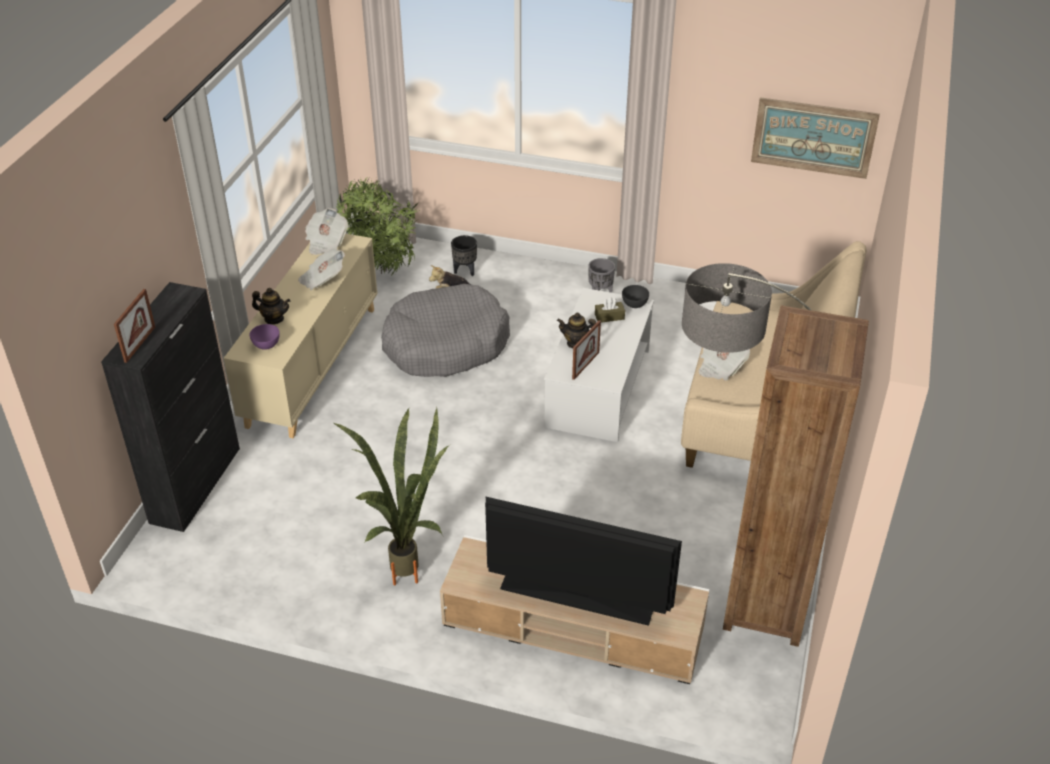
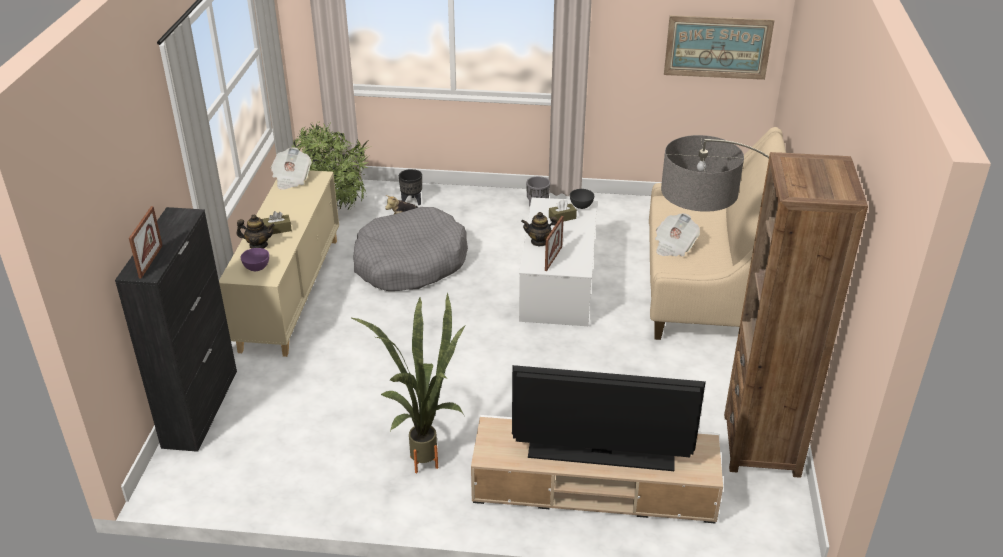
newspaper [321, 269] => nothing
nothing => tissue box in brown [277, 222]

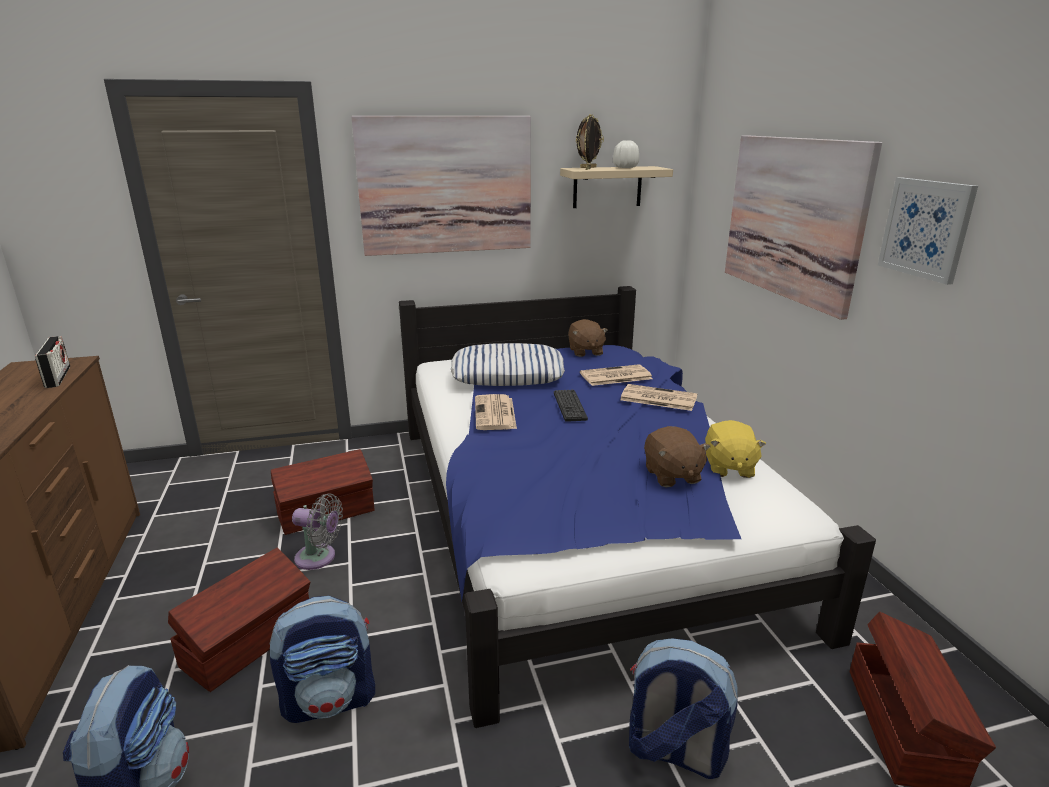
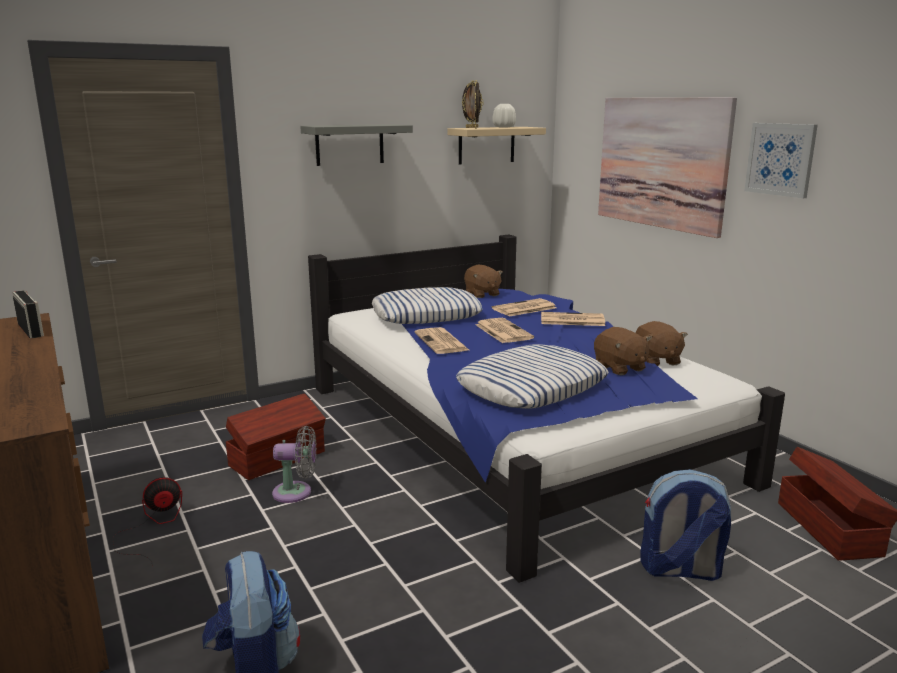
storage box in brown [239, 620] => nothing
backpack [322, 659] => nothing
picture [441, 186] => shelf in grey [356, 145]
keyboard [571, 406] => newspaper [504, 330]
plush toy in yellow [735, 449] => plush toy in brown [662, 343]
nothing => fan [147, 521]
nothing => pillow [532, 376]

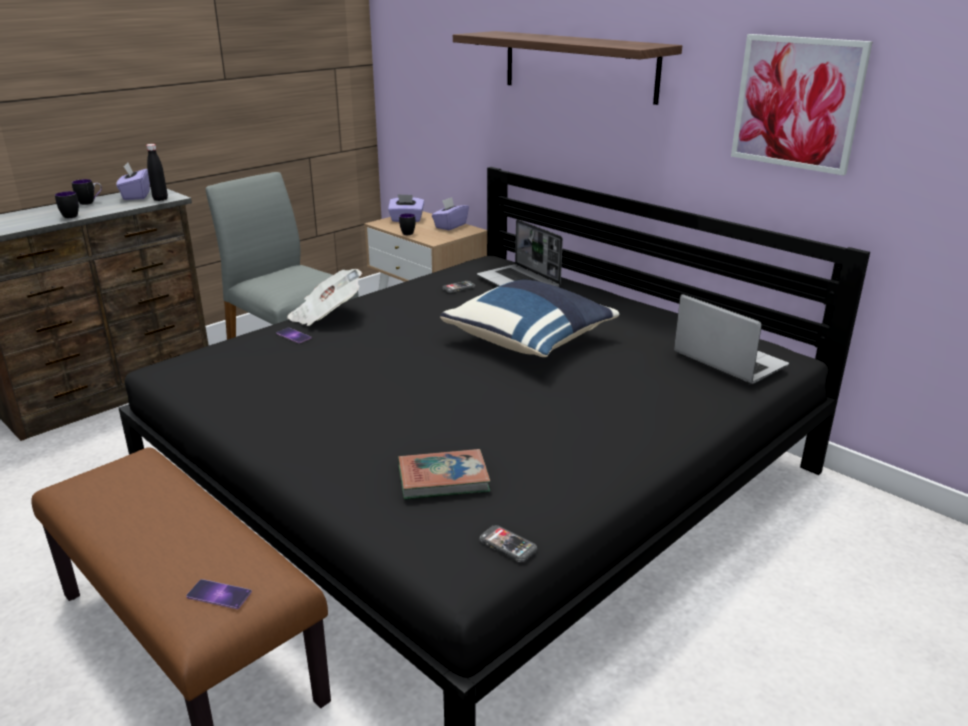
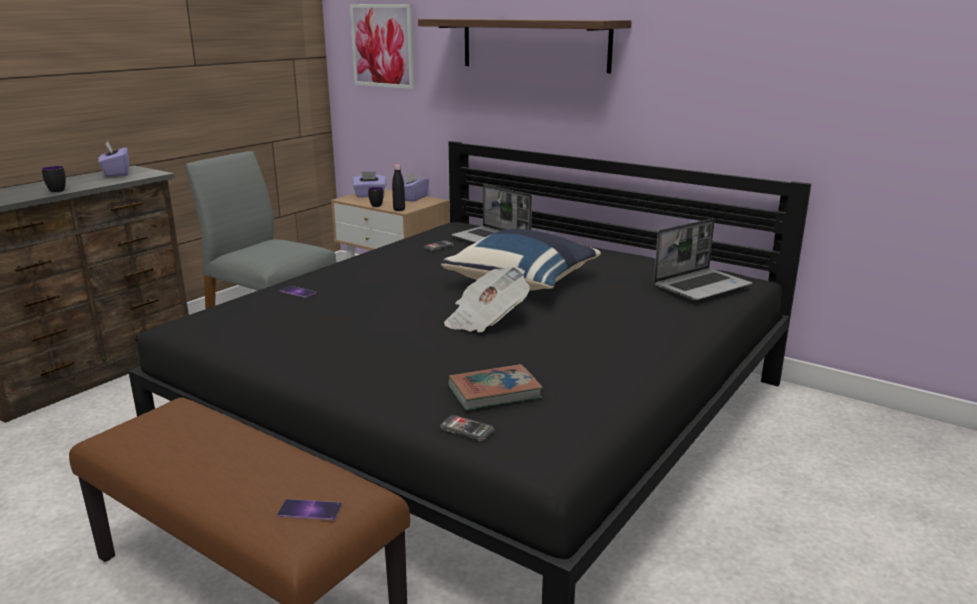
mug [87, 192] => nothing
bottle in black [157, 172] => bottle in black [398, 187], moved
newspaper [324, 297] => newspaper [487, 300], moved
phone [508, 543] => phone [467, 428], moved
laptop [731, 339] => laptop [702, 259], 105 degrees clockwise
picture [802, 105] => picture [382, 46], moved

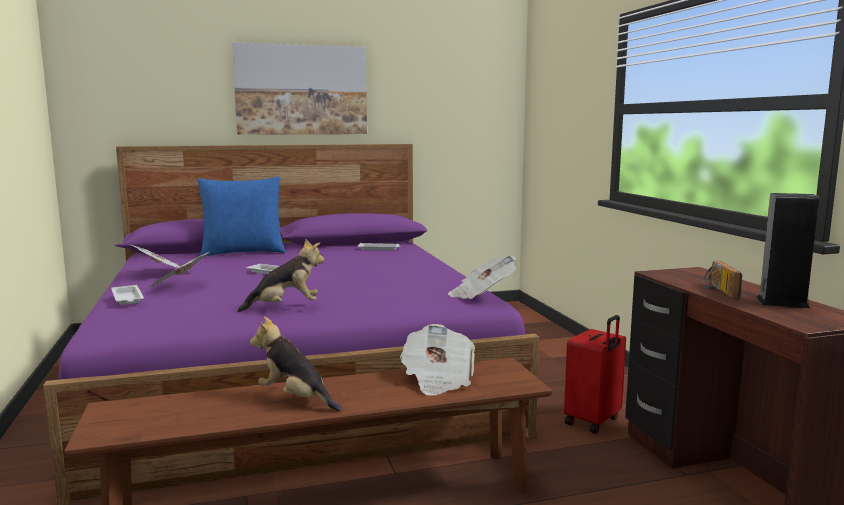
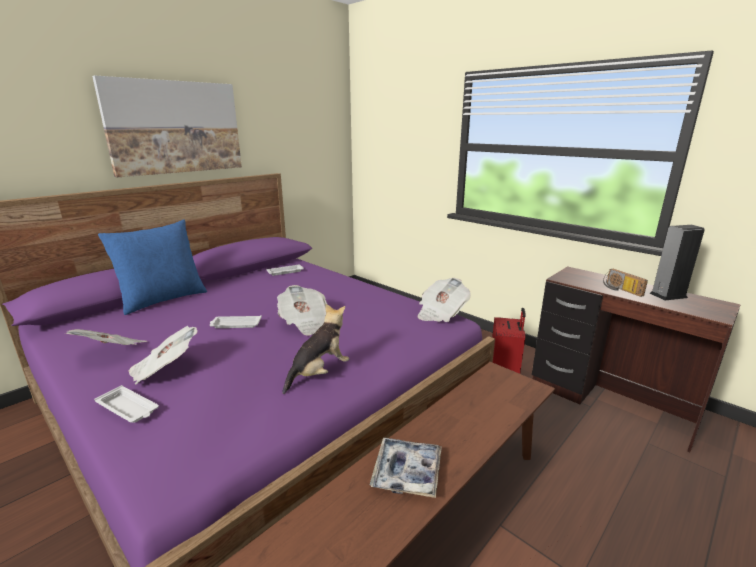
plush toy [296, 363] => tray [406, 468]
newspaper [437, 360] => newspaper [302, 310], moved

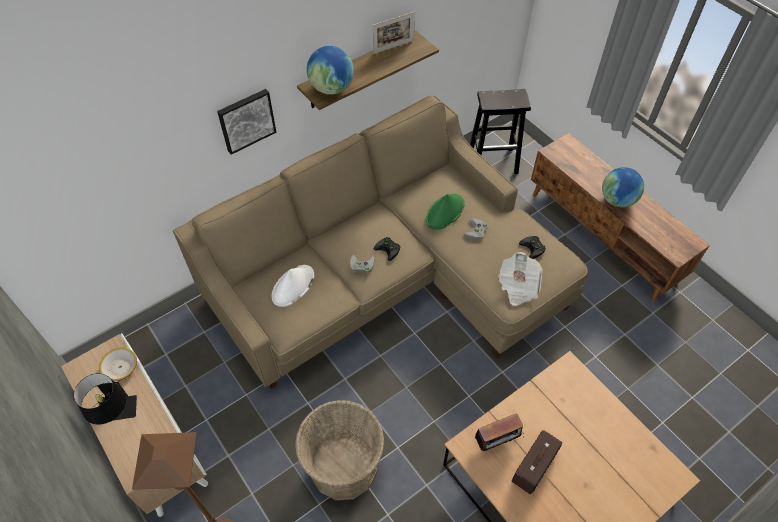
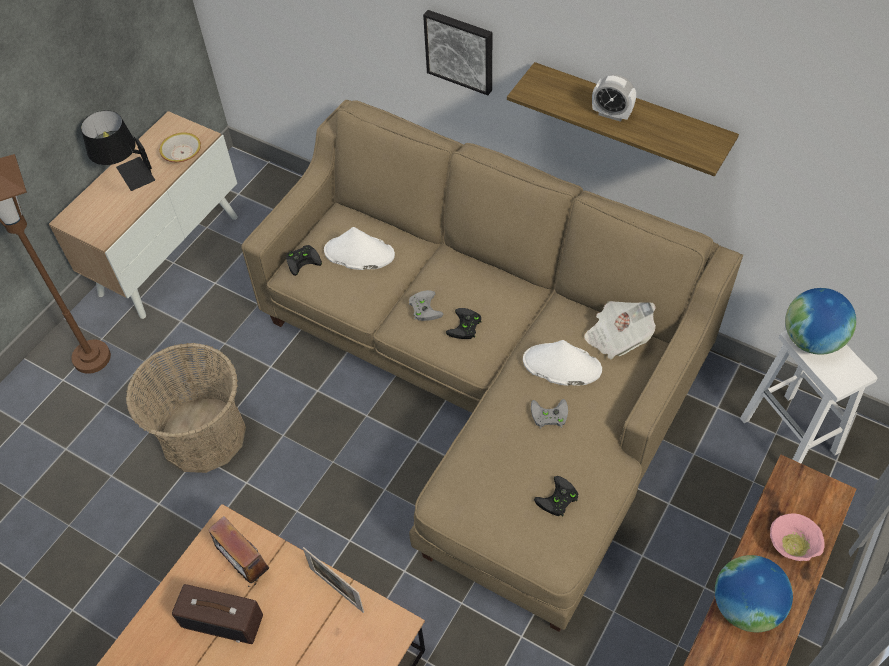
globe [330, 70] => globe [820, 321], moved
picture frame [393, 33] => picture frame [333, 580], moved
hat in green [445, 212] => hat in white [562, 363]
stool in black [500, 131] => stool in white [809, 397]
newspaper [520, 279] => newspaper [620, 330], moved
nothing => game controller in black [304, 260]
nothing => alarm clock [614, 98]
nothing => bowl in pink [797, 537]

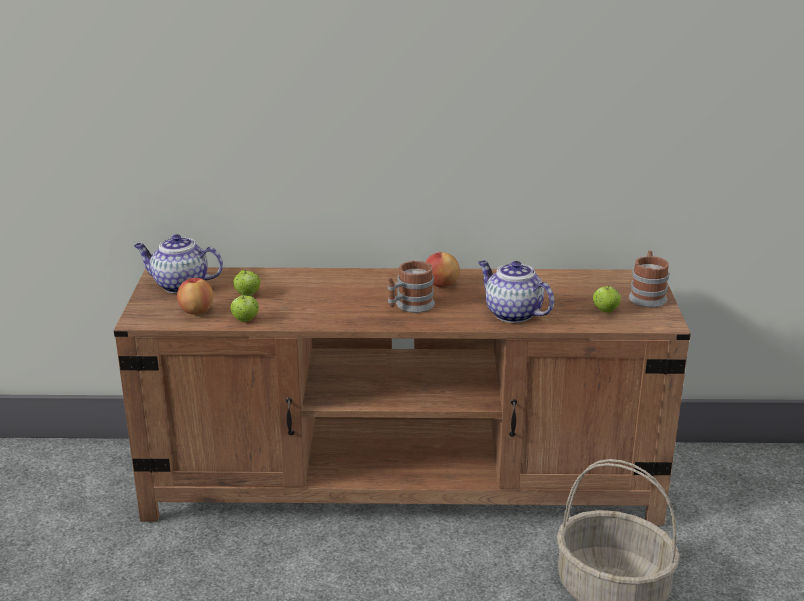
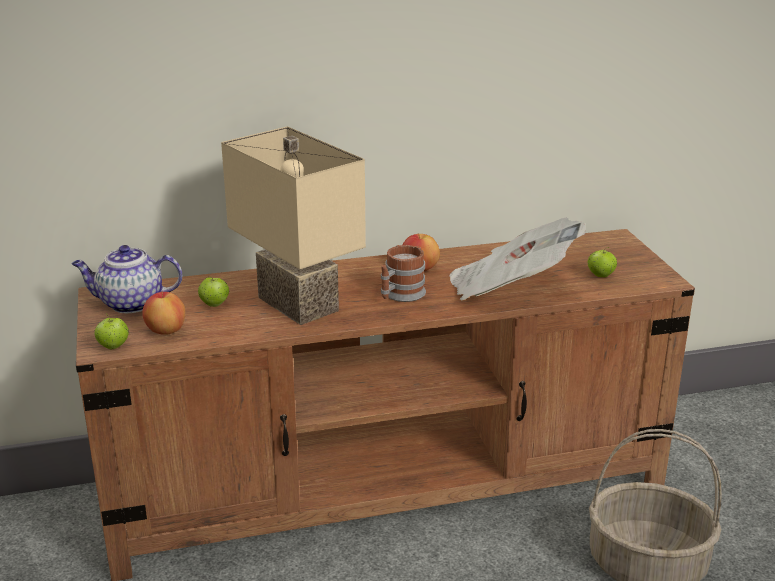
apple [244, 306] => apple [111, 331], moved
teapot [516, 291] => newspaper [517, 259]
mug [649, 279] => nothing
nothing => table lamp in beige [293, 225]

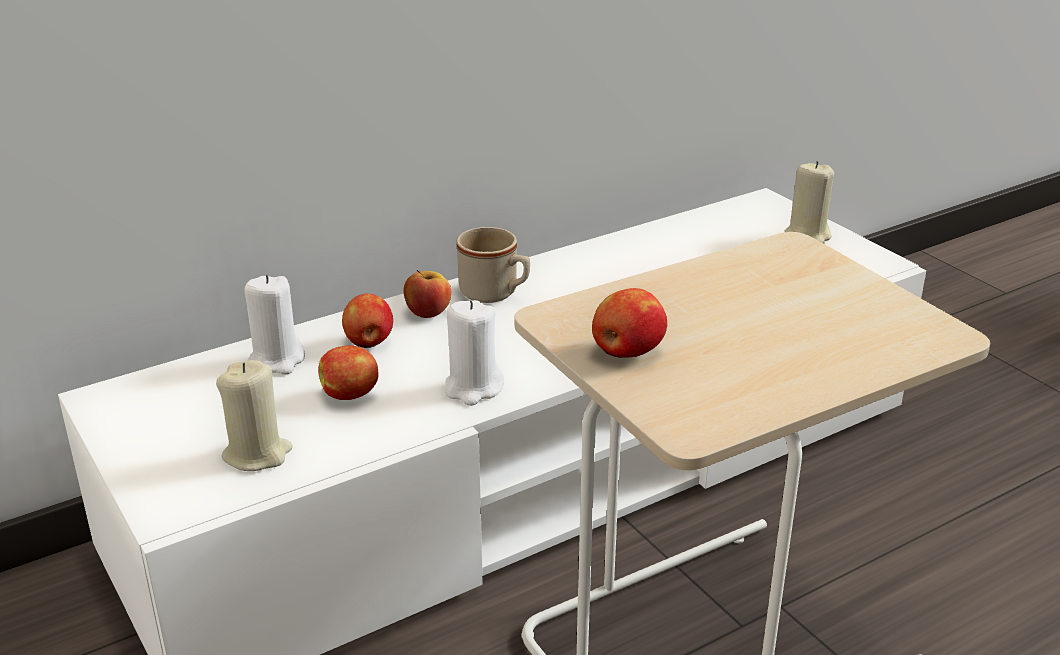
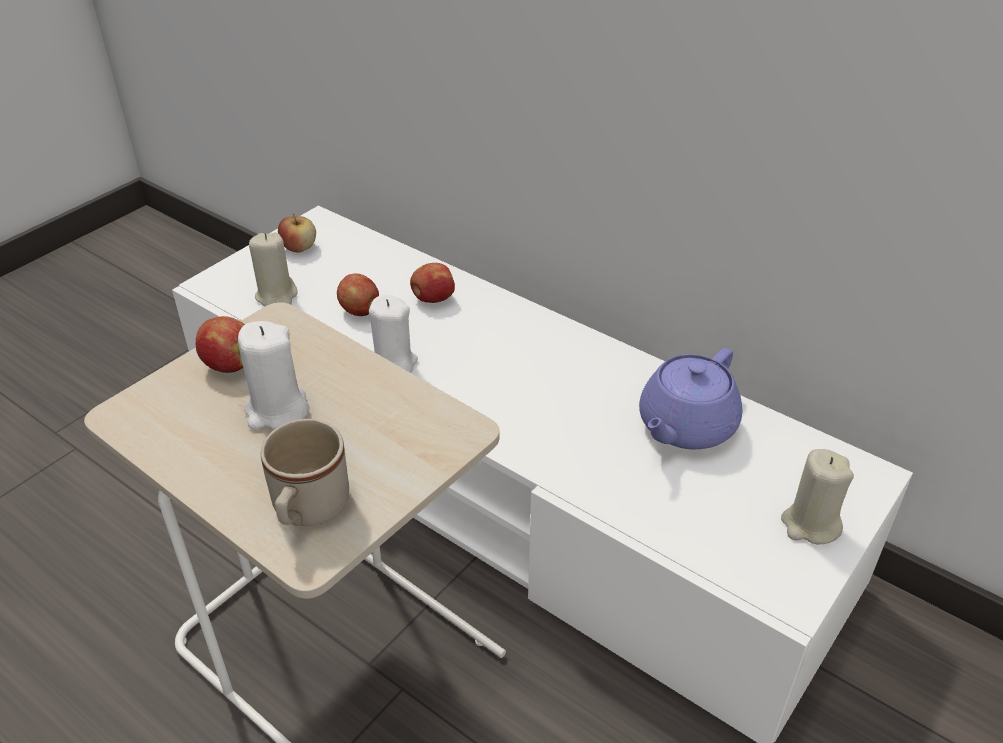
candle in white [275, 324] => candle in white [273, 375], moved
apple [427, 294] => apple [297, 233], moved
mug in beige [493, 265] => mug in beige [305, 472], moved
nothing => teapot in purple [690, 398]

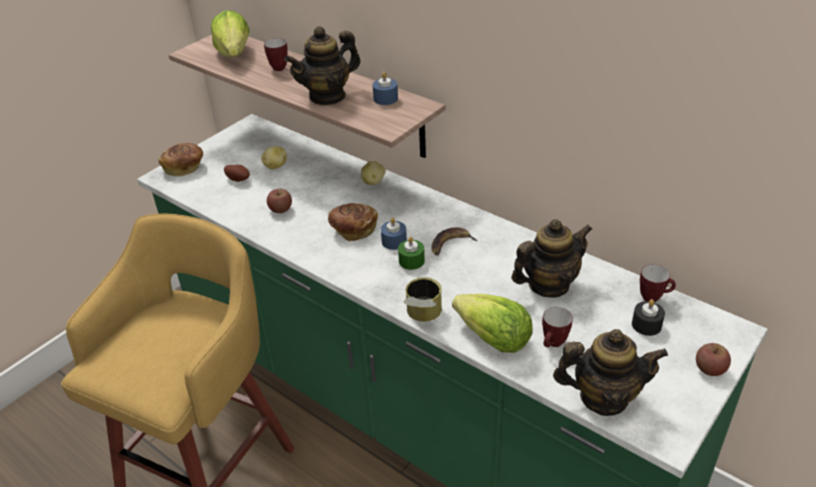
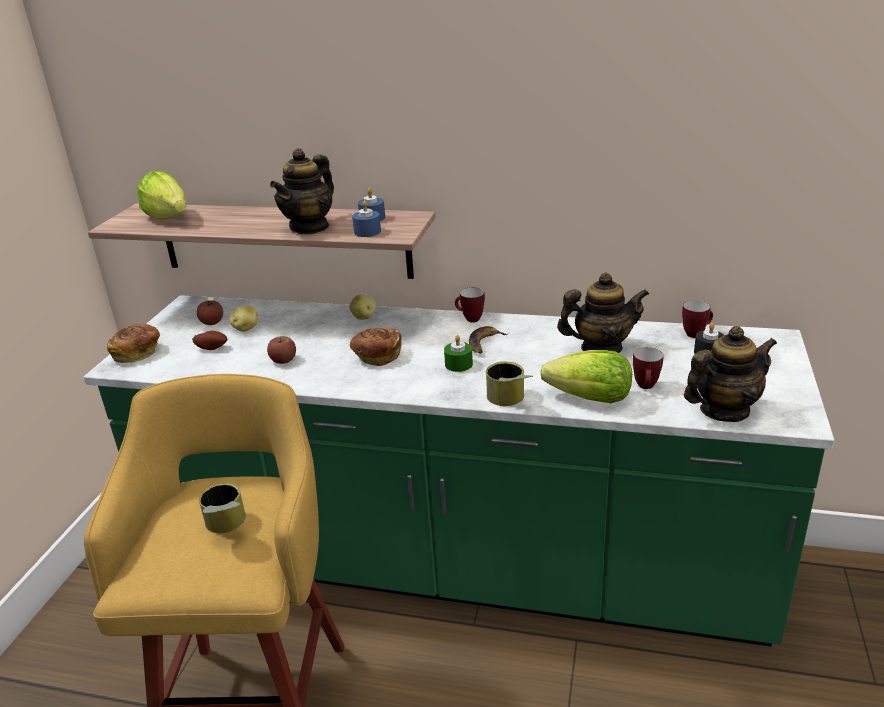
mug [276, 54] => mug [470, 305], moved
candle in blue [394, 233] => candle in blue [366, 219], moved
teapot [551, 258] => teapot [603, 312], 45 degrees clockwise
apple [713, 359] => apple [210, 312], moved
nothing => can [222, 508]

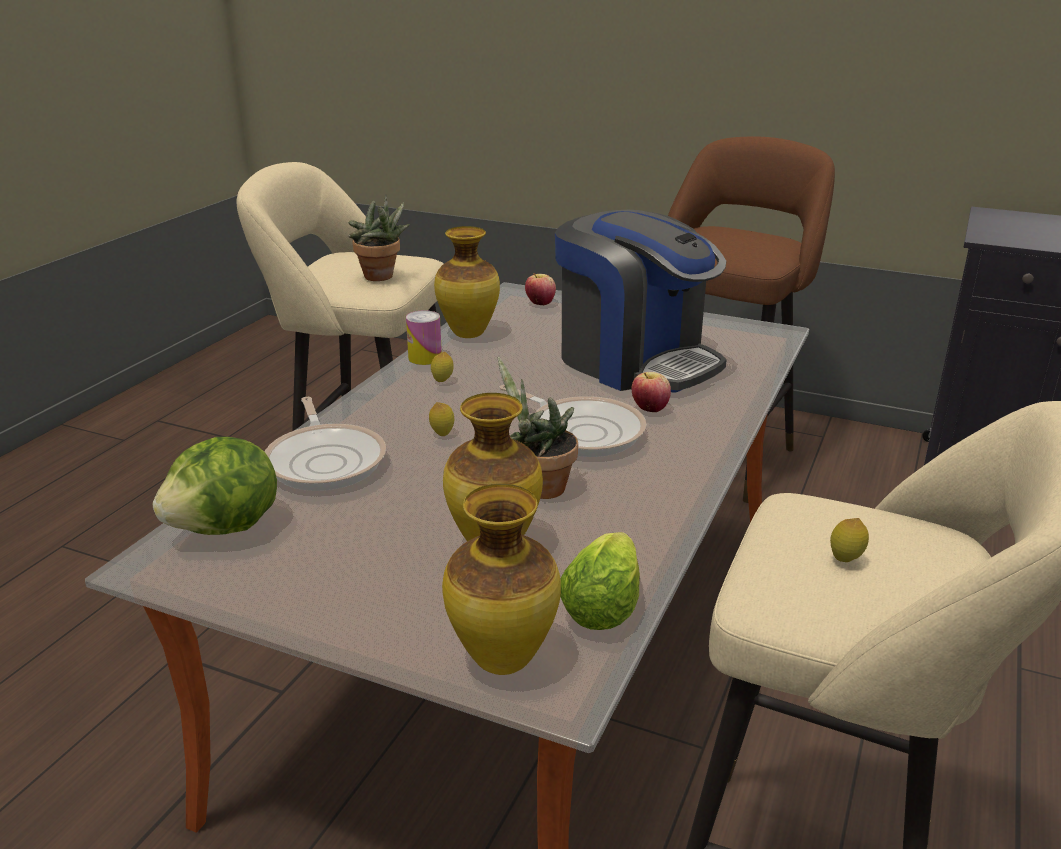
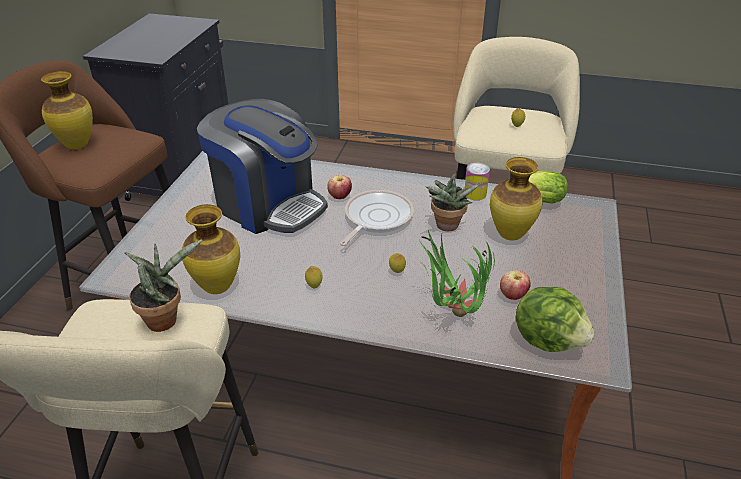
frying pan [325, 444] => potted plant [457, 273]
can [424, 337] => can [477, 181], moved
vase [501, 579] => vase [67, 110], moved
apple [540, 289] => apple [515, 285], moved
coffee machine [641, 301] => coffee machine [262, 166], 90 degrees clockwise

